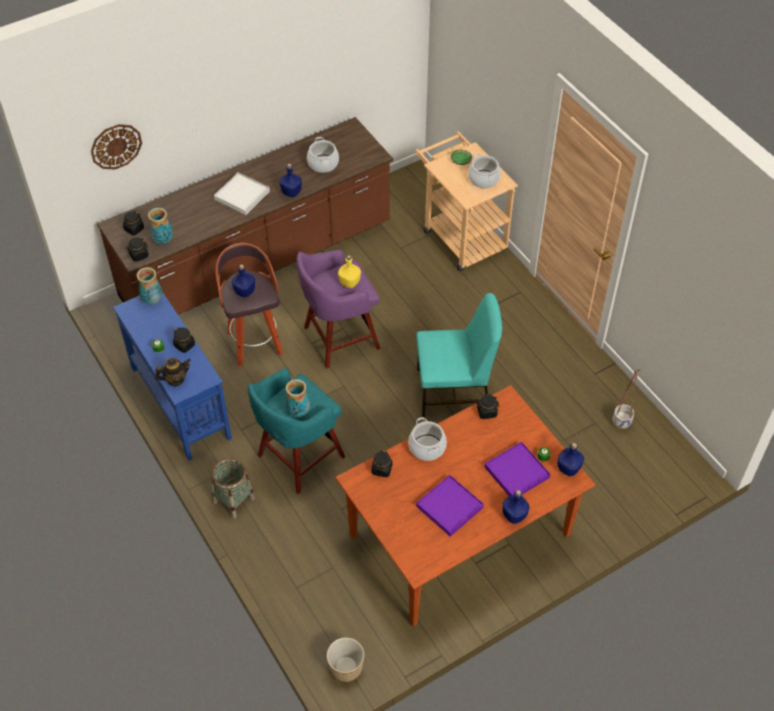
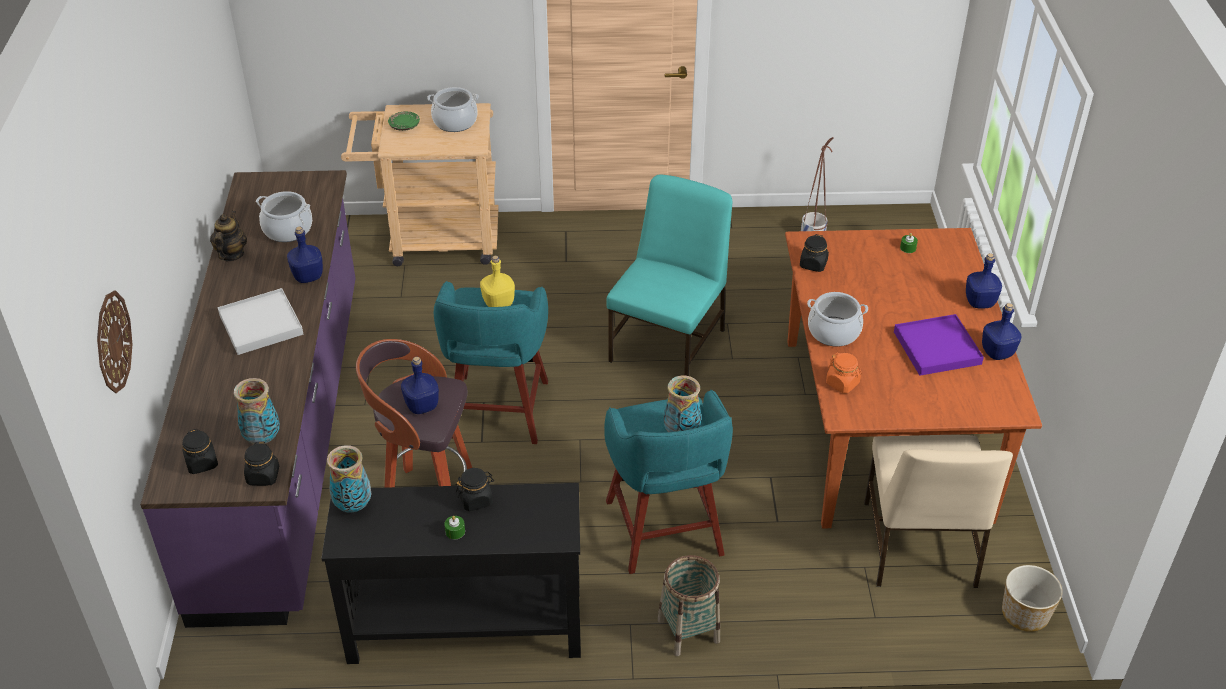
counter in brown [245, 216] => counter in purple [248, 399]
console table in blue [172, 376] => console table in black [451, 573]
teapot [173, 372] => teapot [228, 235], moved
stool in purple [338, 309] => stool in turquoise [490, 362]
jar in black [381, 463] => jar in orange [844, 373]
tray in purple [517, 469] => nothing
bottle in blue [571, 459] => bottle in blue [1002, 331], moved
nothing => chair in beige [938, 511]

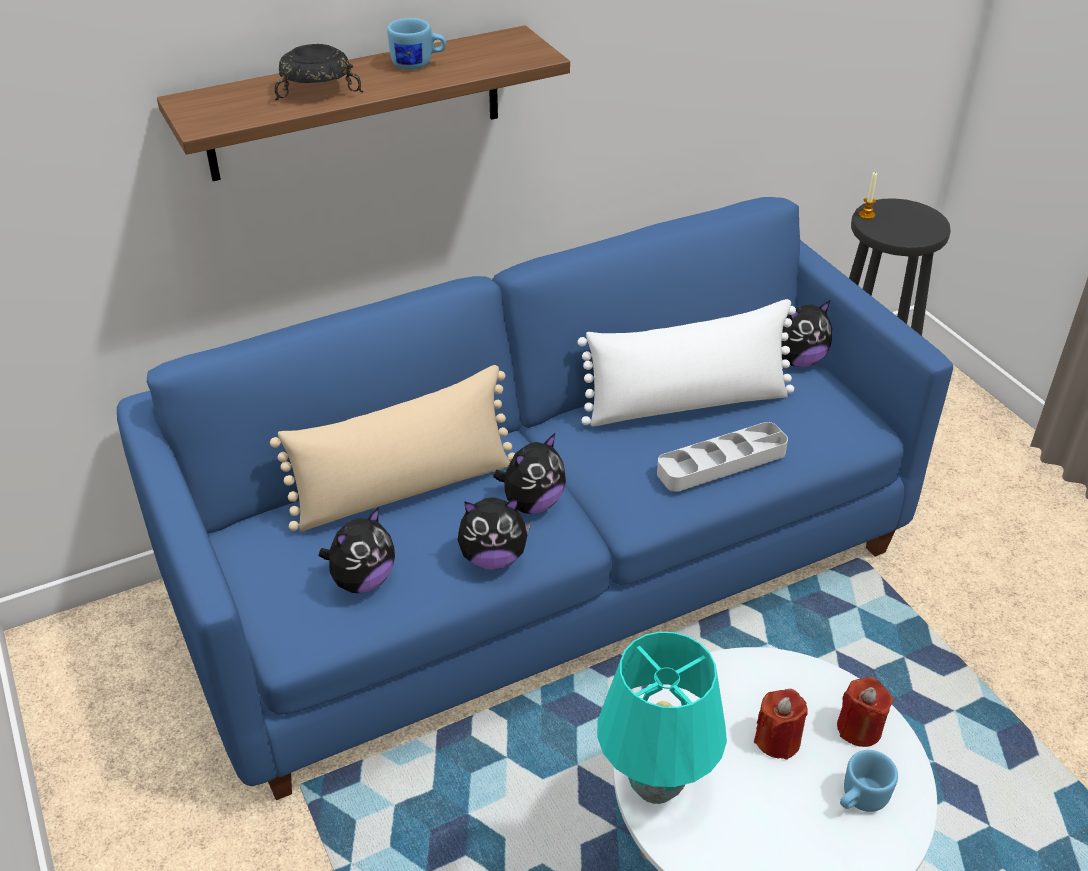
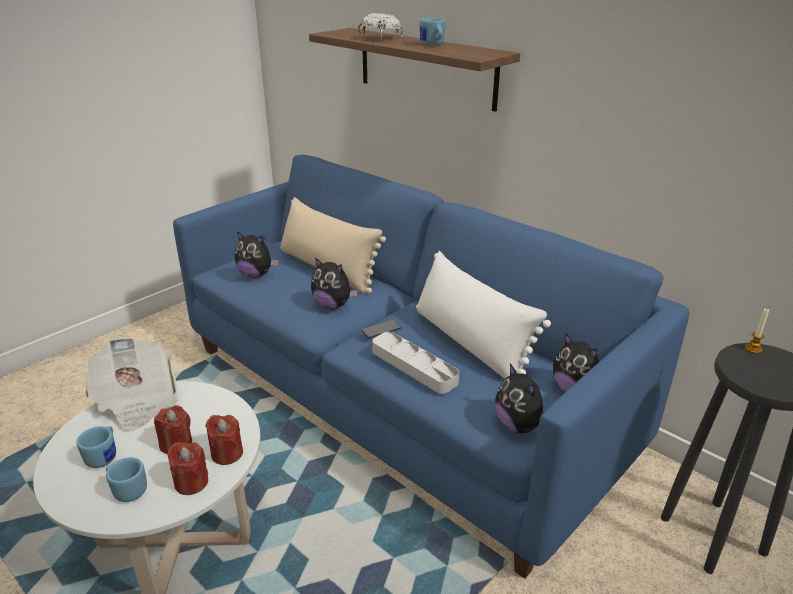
bowl in black [319, 72] => bowl in white [380, 26]
plush toy [494, 533] => plush toy [519, 398], moved
table lamp in turquoise [662, 718] => newspaper [131, 383]
nothing => mug in blue [96, 447]
nothing => candle in red [224, 440]
nothing => phone [381, 329]

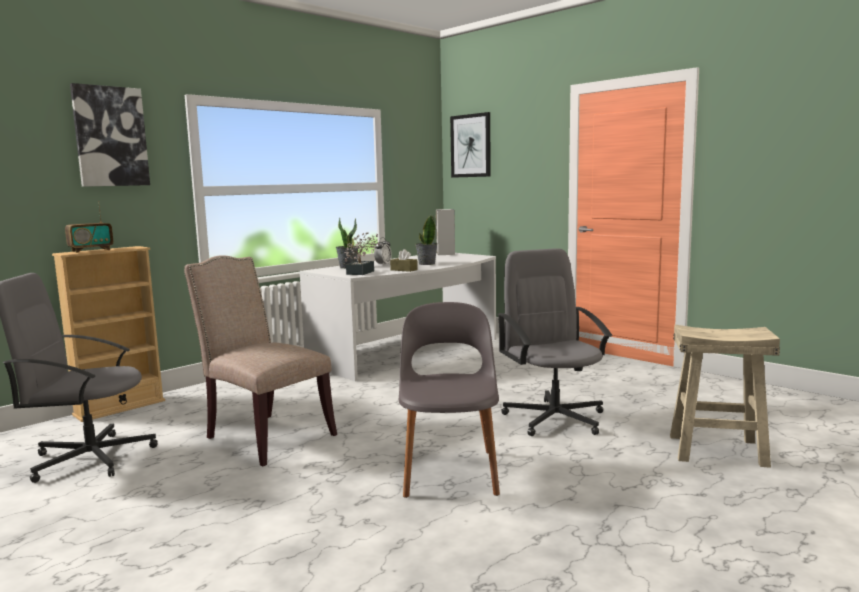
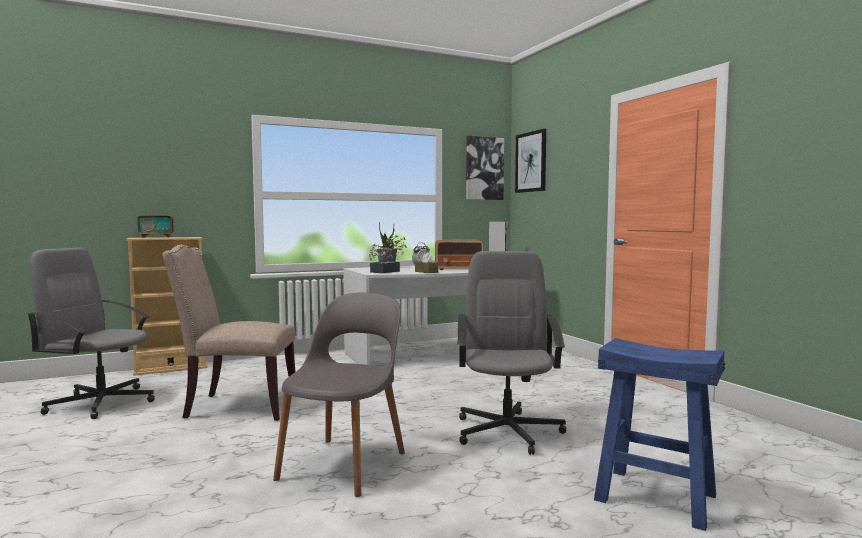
picture [110, 135] => picture [485, 168], moved
chair in beige [260, 360] => chair in beige [229, 333], 60 degrees counterclockwise
potted plant [426, 240] => radio [459, 254]
stool in beige [725, 396] => stool in blue [659, 434]

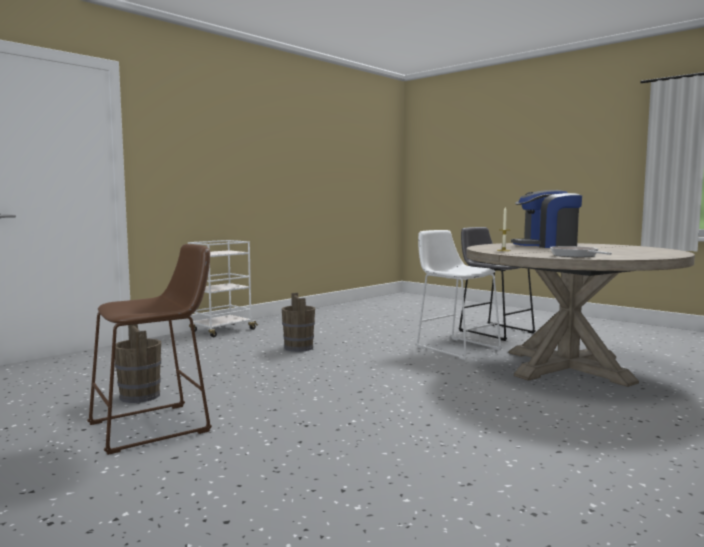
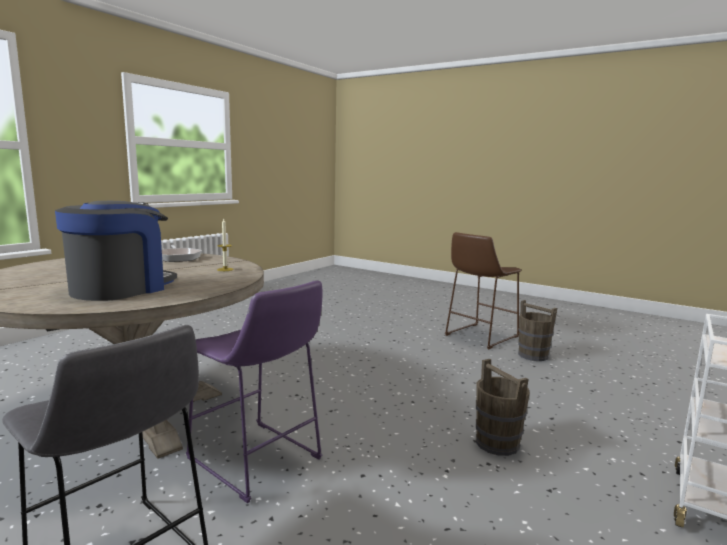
stool in white [459, 295] => stool in purple [254, 391]
coffee machine [546, 219] => coffee machine [116, 251], 45 degrees counterclockwise

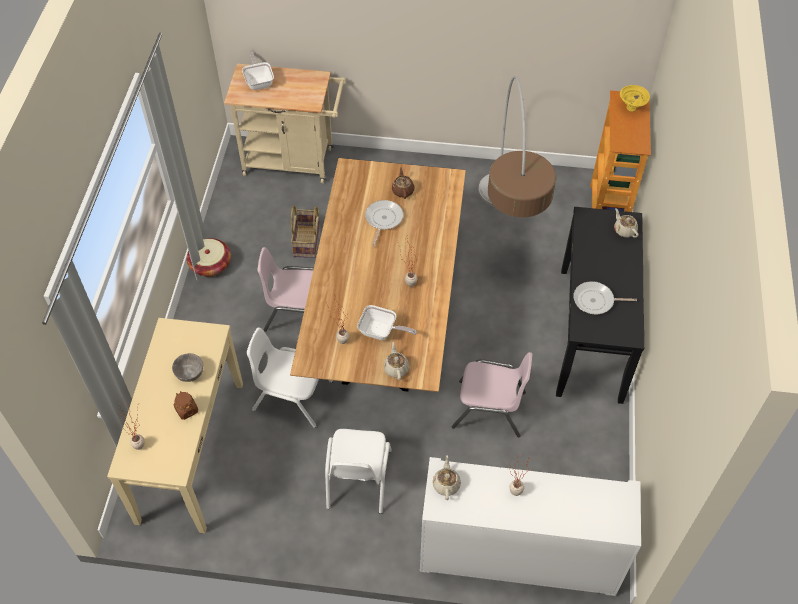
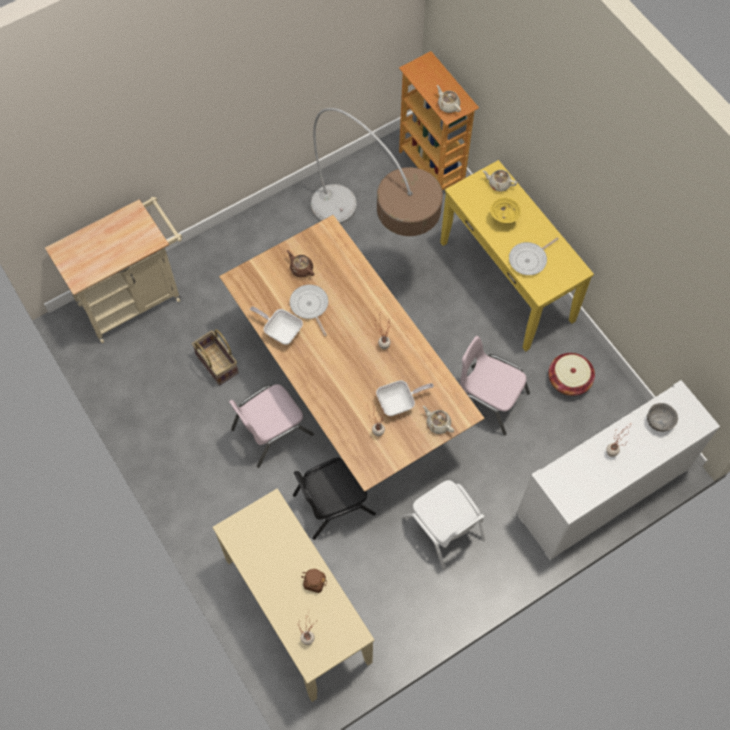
bowl in grey [187, 367] => bowl in grey [662, 417], moved
basket [208, 257] => basket [571, 374], moved
frying pan [258, 70] => frying pan [276, 326], moved
chair in white [290, 378] => chair in black [334, 499]
teapot in beige [446, 478] => teapot in beige [449, 99], moved
chair in pink [491, 394] => chair in pink [495, 386], 120 degrees counterclockwise
console table in black [600, 305] => console table in yellow [517, 256]
bowl in yellow [635, 98] => bowl in yellow [505, 210], moved

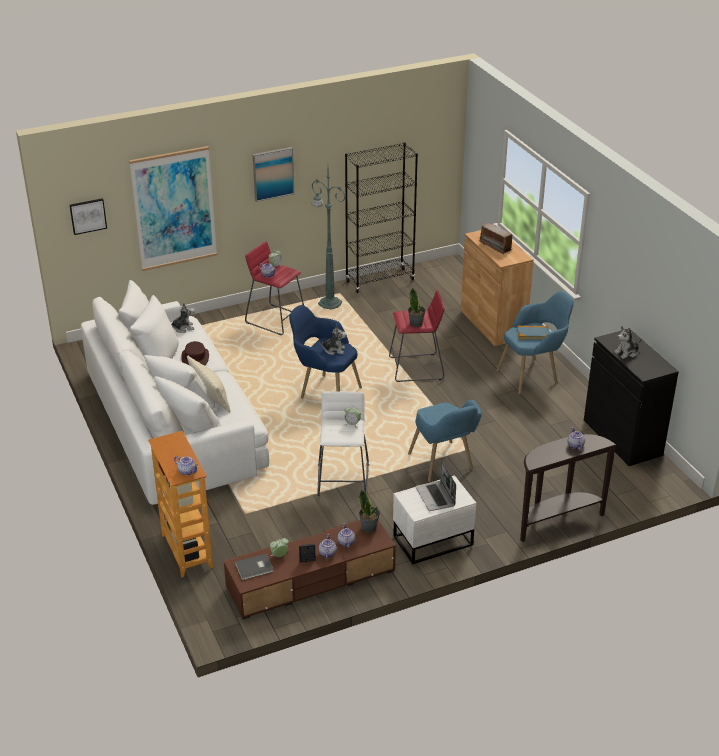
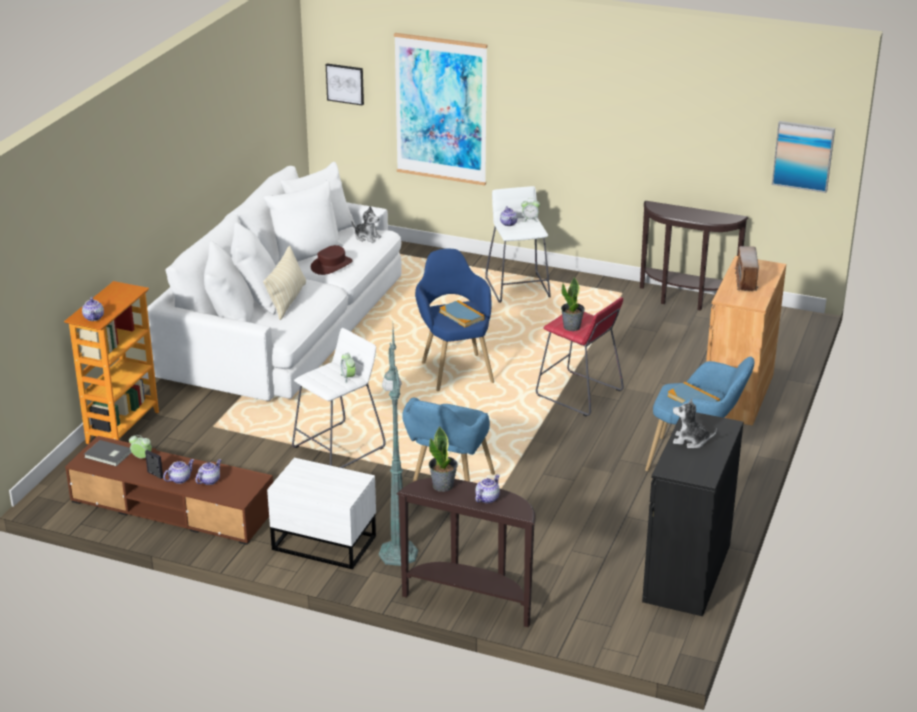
stool in red [274, 288] => stool in white [518, 244]
picture [273, 174] => picture [803, 157], moved
floor lamp in green [328, 240] => floor lamp in green [398, 447], moved
plush toy [333, 340] => book [462, 313]
bookcase in black [381, 217] => console table in brown [694, 256]
potted plant [369, 511] => potted plant [443, 459], moved
laptop [435, 486] => nothing

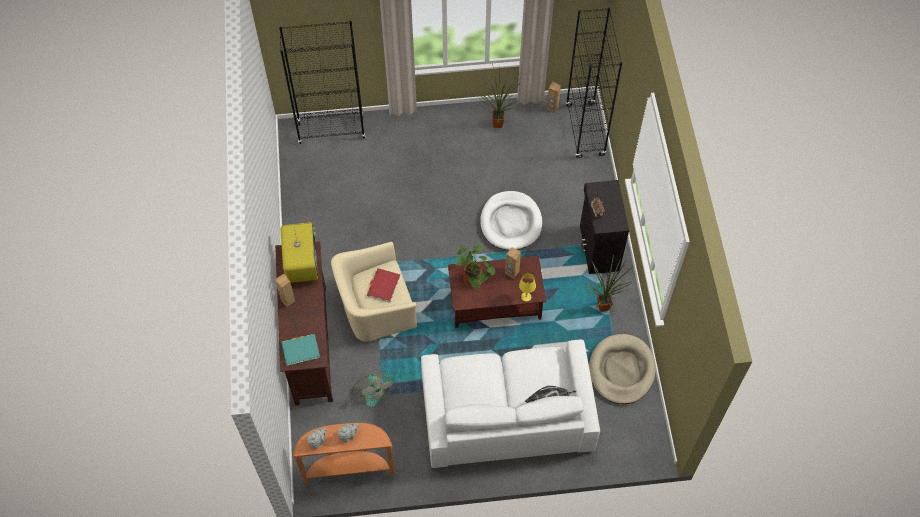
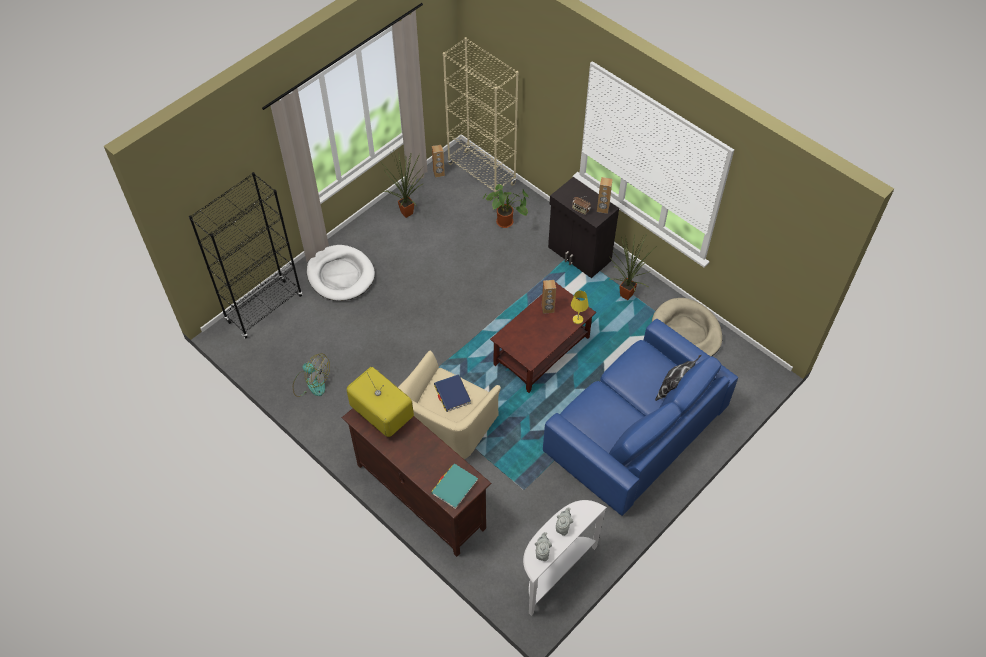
speaker in brown [285, 290] => speaker in brown [605, 195], moved
console table in orange [343, 454] => console table in white [565, 558]
fan [372, 391] => fan [311, 375], moved
book in red [383, 285] => book in blue [452, 393]
sofa in white [510, 404] => sofa in blue [640, 417]
potted plant [475, 267] => potted plant [506, 206], moved
dog bed in white [511, 220] => dog bed in white [341, 273], moved
bookcase in black [593, 82] => bookcase in beige [481, 117]

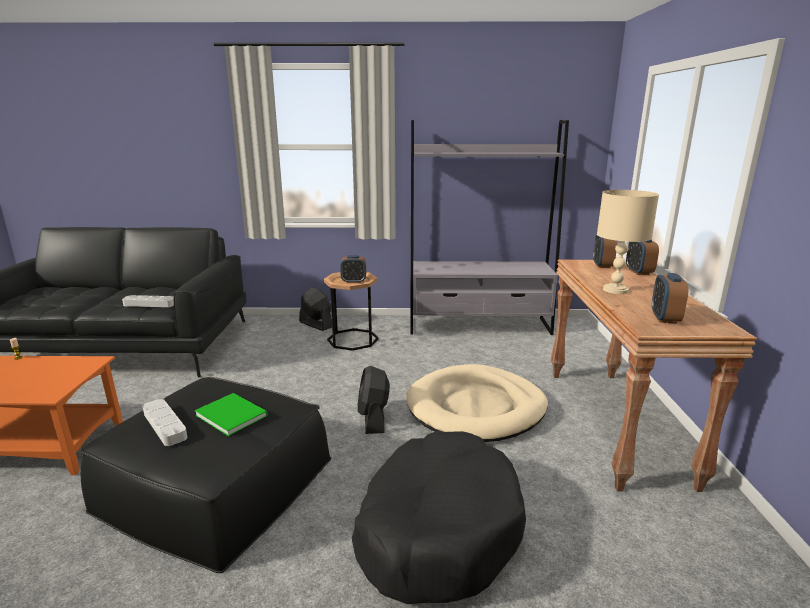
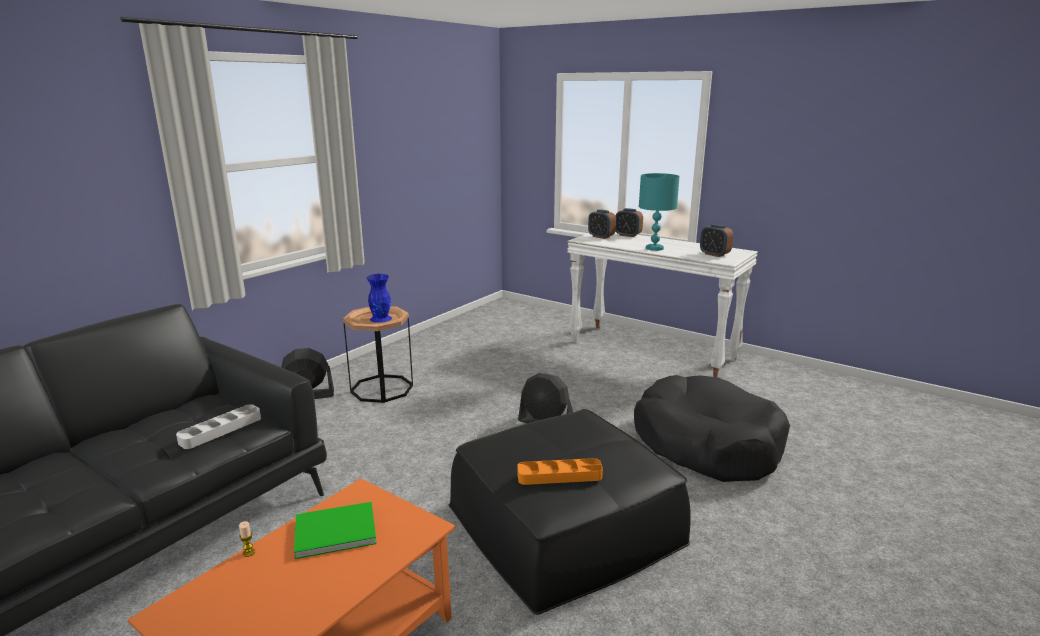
tray in grey [165, 422] => tray in orange [560, 471]
book in green [231, 414] => book in green [335, 530], moved
alarm clock [353, 269] => vase in blue [379, 298]
dog bed in beige [477, 403] => nothing
bookcase in grey [489, 227] => nothing
console table in brown [654, 376] => console table in white [662, 305]
table lamp in beige [628, 242] => table lamp in turquoise [659, 212]

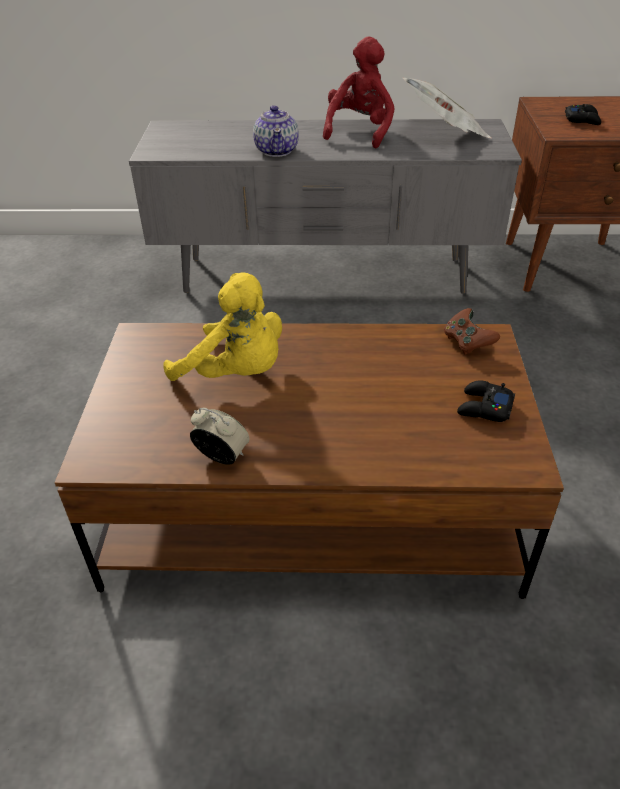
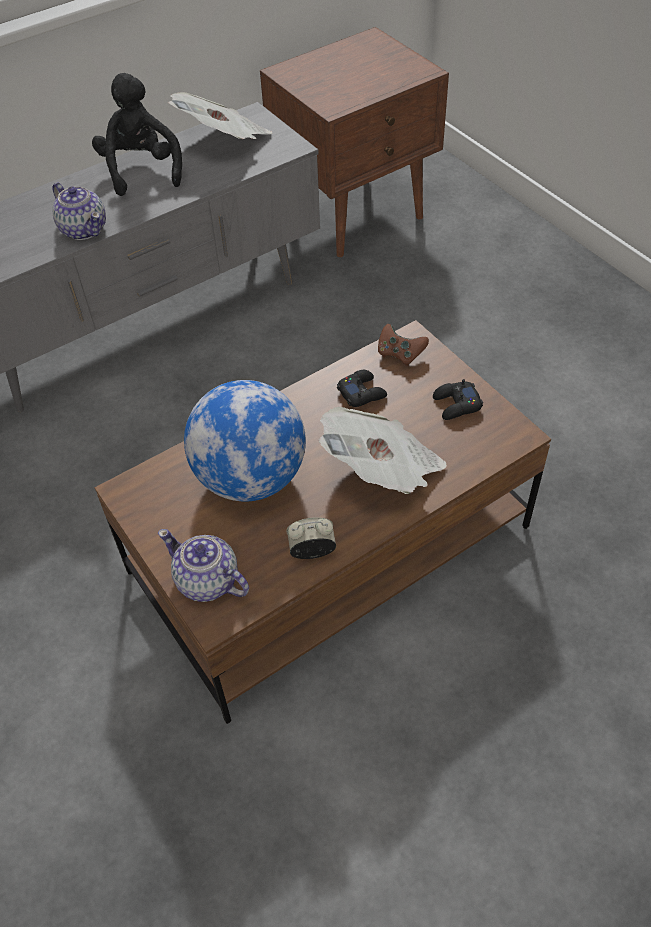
plush toy in yellow [222, 326] => globe [245, 441]
plush toy in red [359, 92] => plush toy in black [137, 134]
game controller in black [583, 114] => game controller in black [362, 388], moved
nothing => teapot [203, 565]
nothing => newspaper [382, 450]

